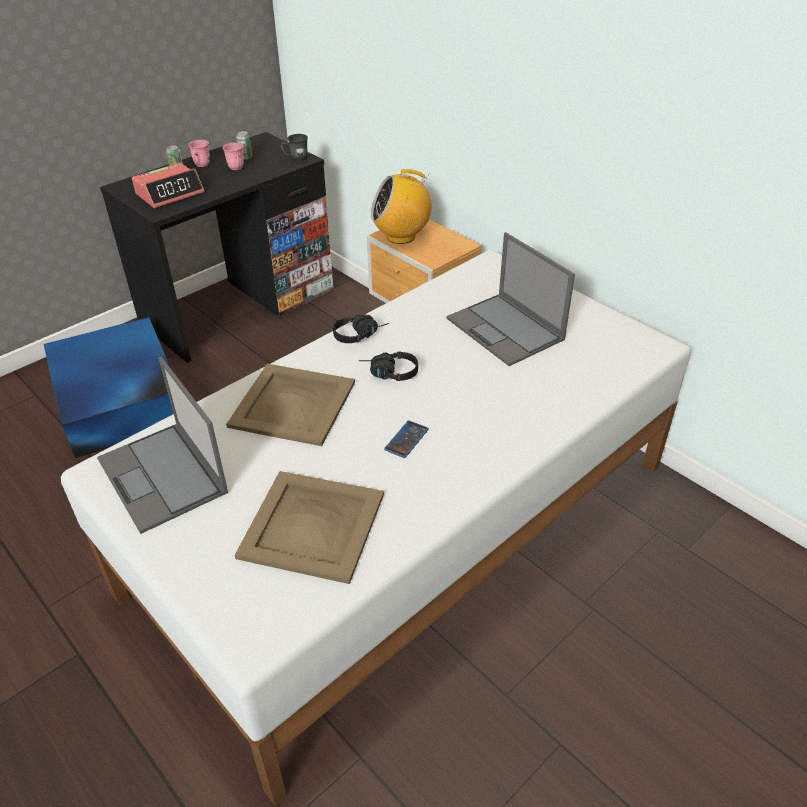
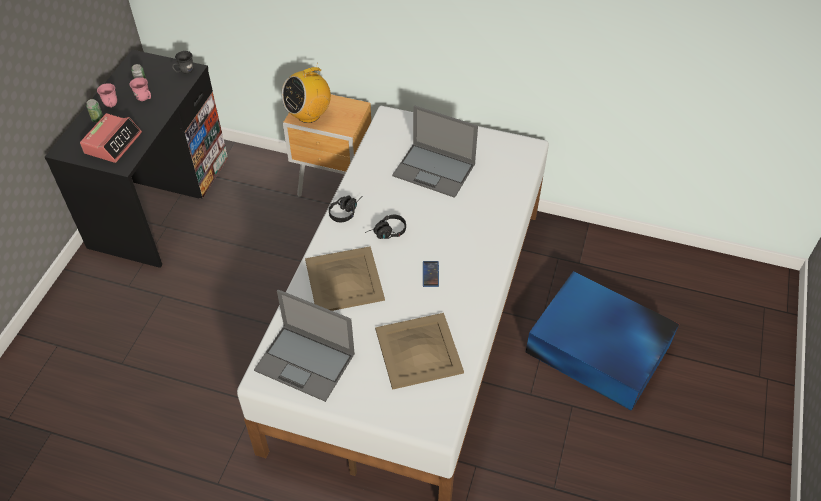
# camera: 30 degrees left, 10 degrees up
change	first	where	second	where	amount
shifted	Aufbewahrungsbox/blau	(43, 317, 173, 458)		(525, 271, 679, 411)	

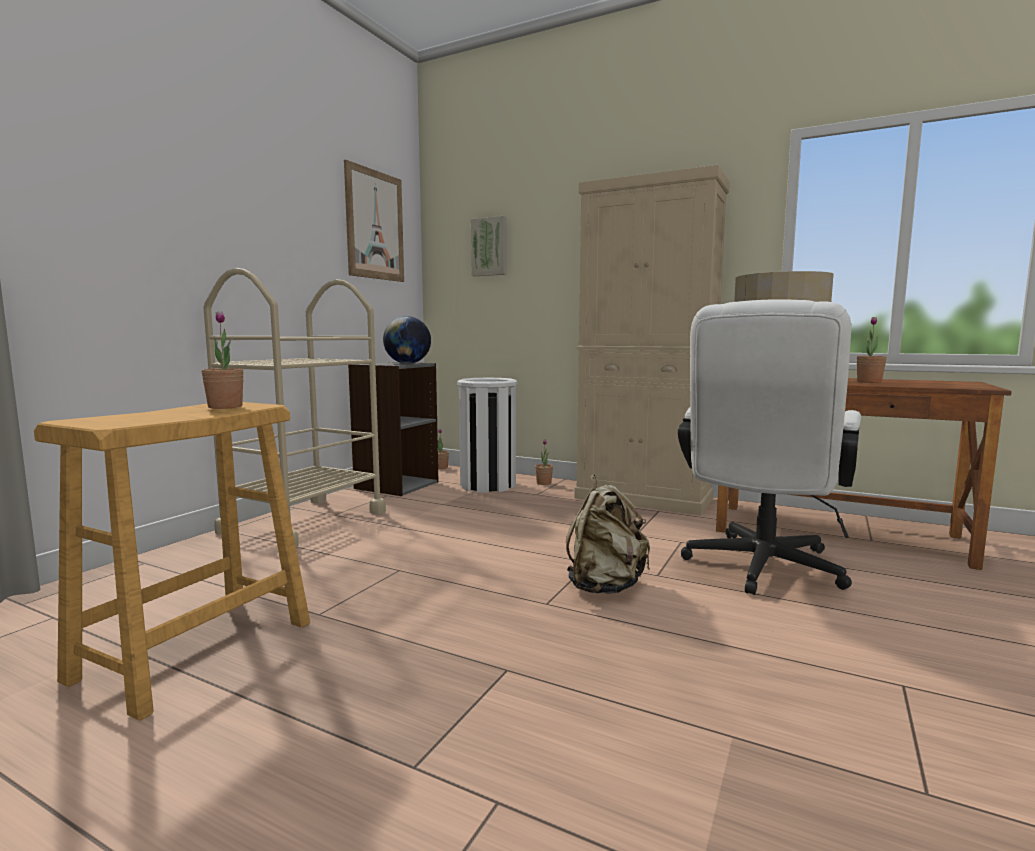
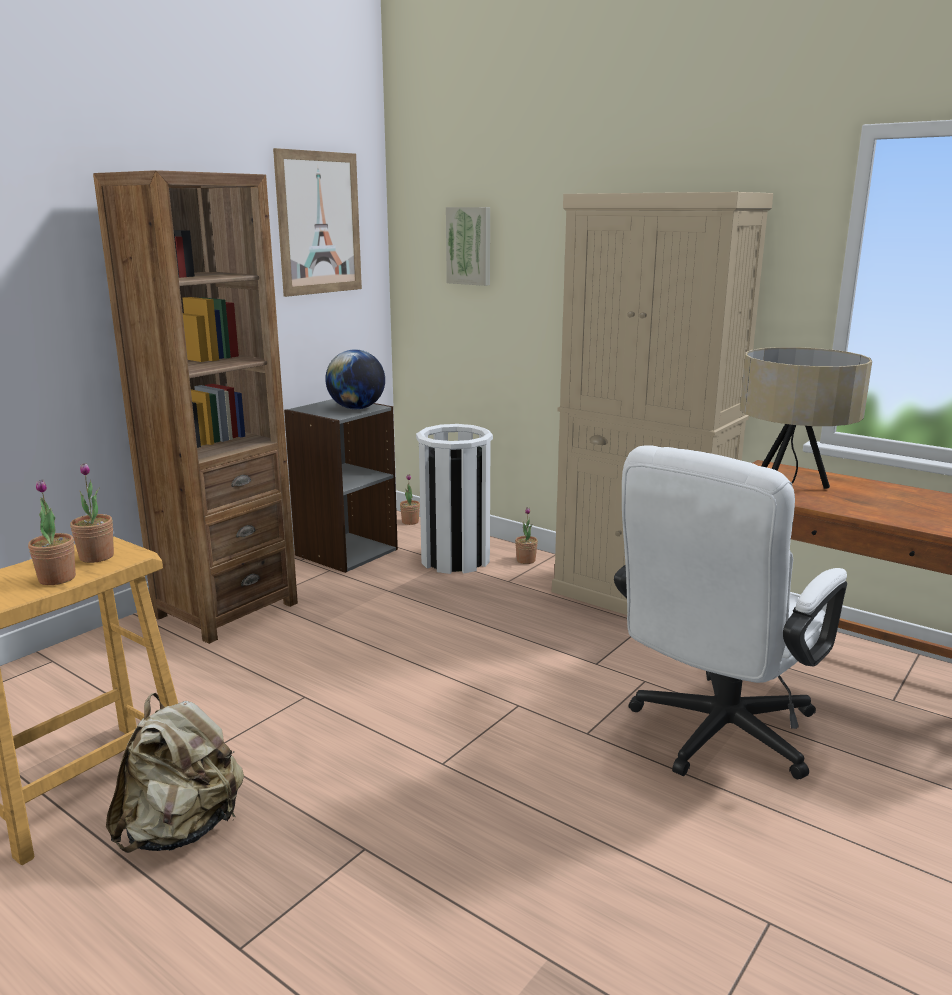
# camera: 10 degrees right, 10 degrees up
change	first	where	second	where	amount
swapped	Rollwagen/beige	(203, 268, 386, 547)	Bücherregal/braun	(93, 170, 298, 644)	
shifted	Rucksack/beige	(566, 474, 650, 594)		(106, 693, 244, 853)	
shifted	Topfpflanze	(857, 317, 887, 383)		(28, 479, 76, 585)	

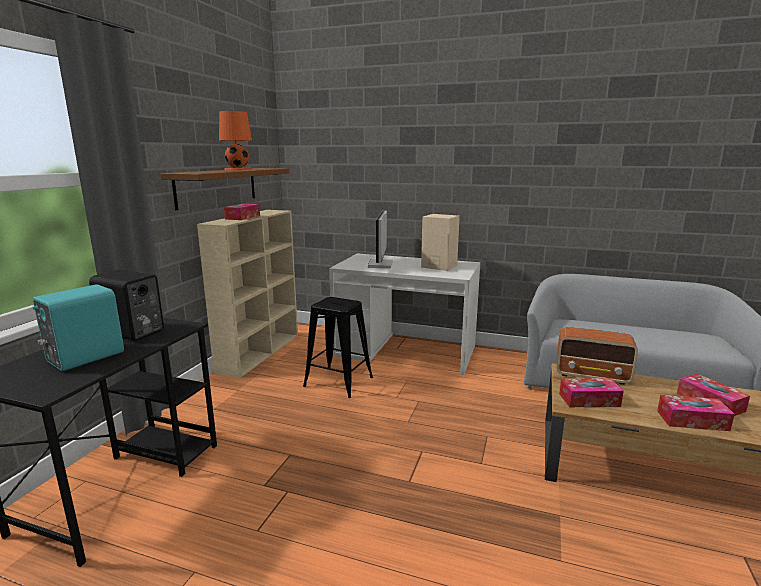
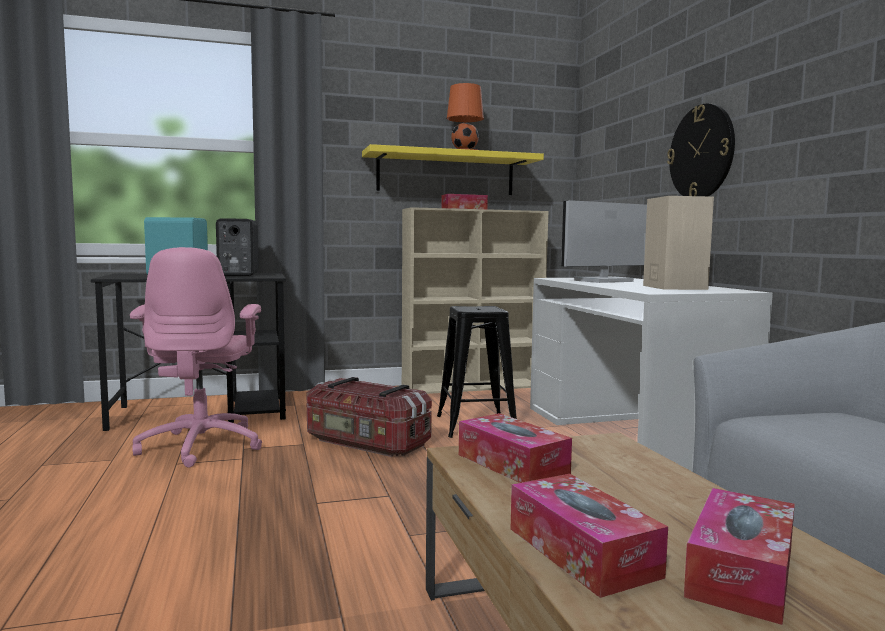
# camera: 55 degrees right, 10 degrees down
change	first	where	second	where	amount
repainted	Wandregal/braun	(161, 168, 289, 210)	Wandregal/gelb	(362, 144, 544, 195)	
gone	Radio	(557, 327, 638, 385)			
new			Bürostuhl/rosa	(130, 247, 262, 467)	
new			Aufbewahrungsbox	(307, 377, 432, 457)	
new			Wanduhr	(667, 104, 735, 196)	

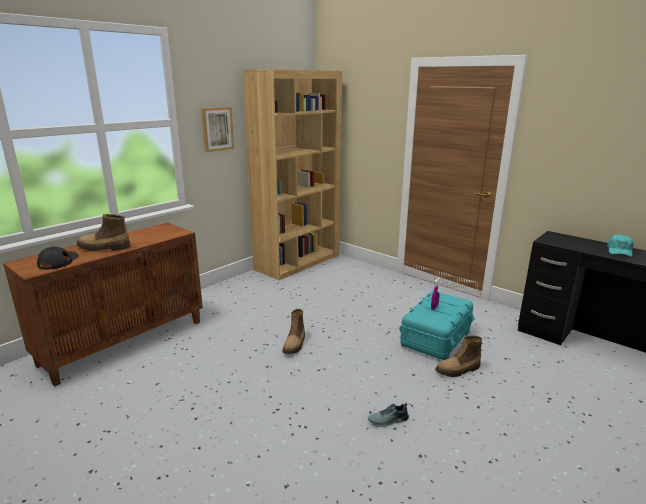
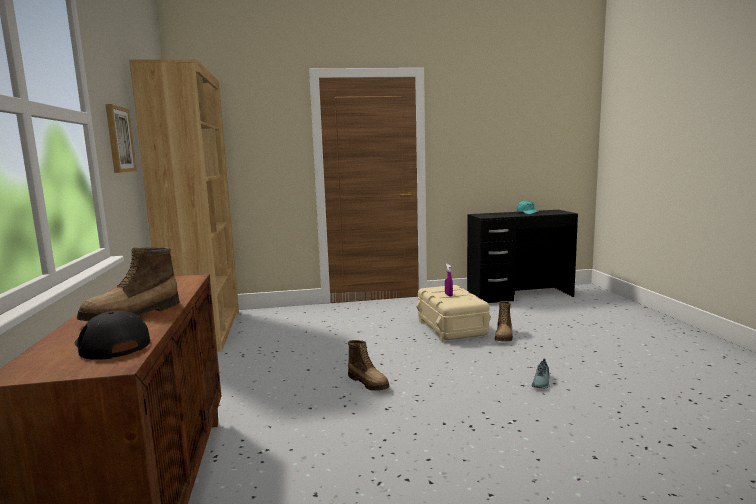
# camera: 50 degrees left, 10 degrees down
change	first	where	second	where	amount
repainted	Aufbewahrungsbox/türkis	(399, 291, 475, 361)	Aufbewahrungsbox/beige	(416, 285, 491, 342)	

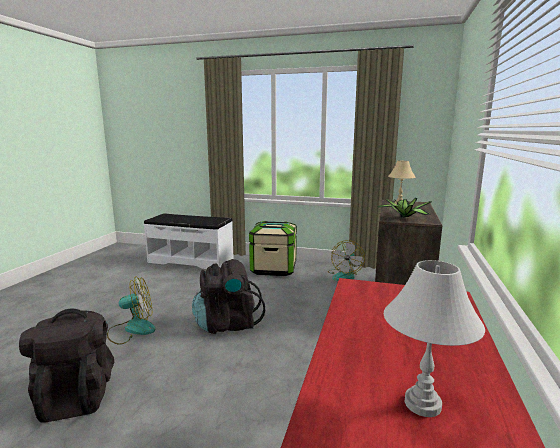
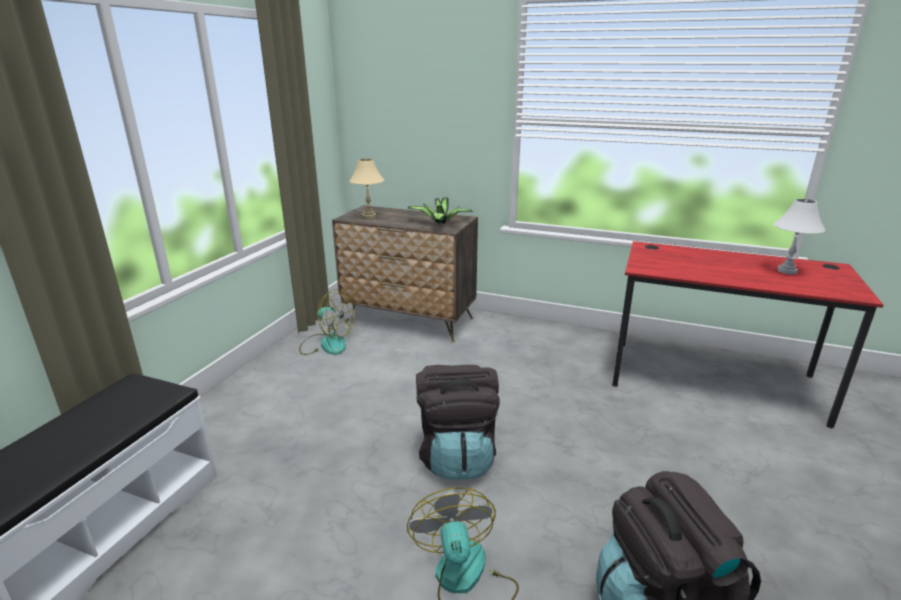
# camera: 85 degrees left, 10 degrees up
change	first	where	second	where	amount
gone	Aufbewahrungsbox	(249, 221, 297, 276)			

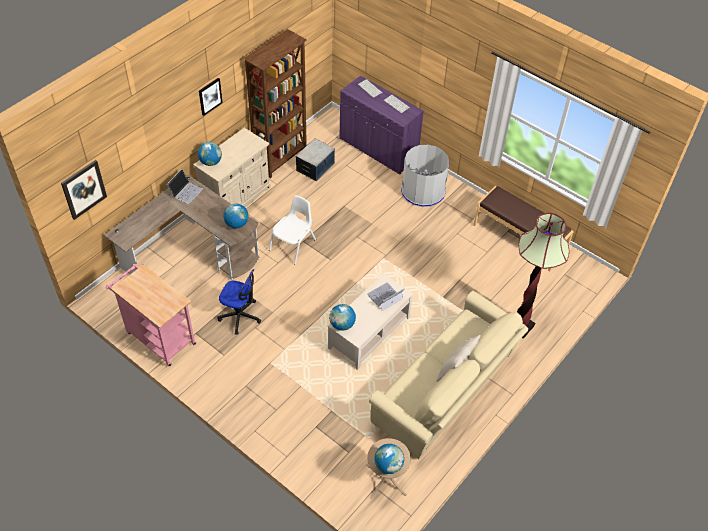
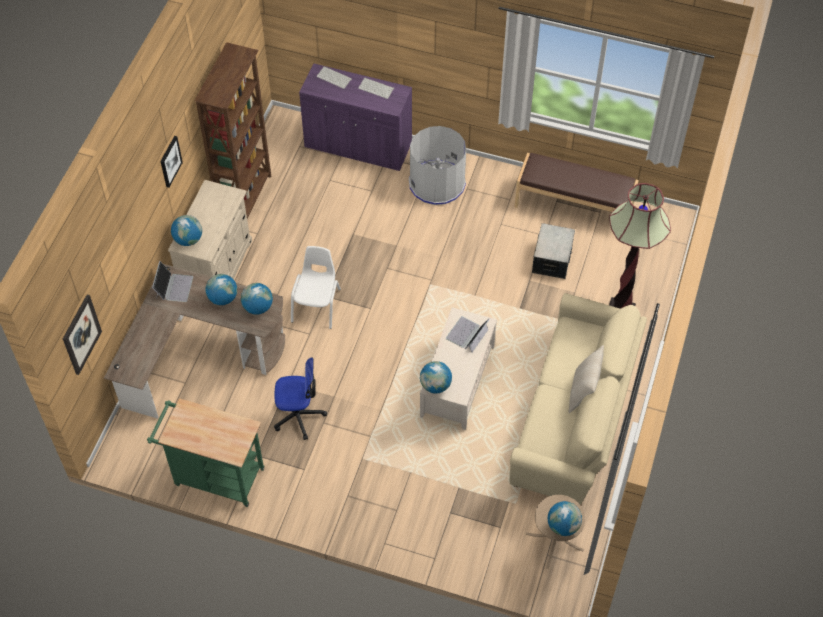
# camera: 20 degrees left, 5 degrees up
change	first	where	second	where	amount
repainted	Rollwagen/rosa	(106, 264, 196, 367)	Rollwagen/grün	(147, 398, 264, 507)	
shifted	Aufbewahrungsbox	(296, 138, 335, 181)		(532, 223, 575, 279)	
new			Globus	(205, 274, 237, 305)	

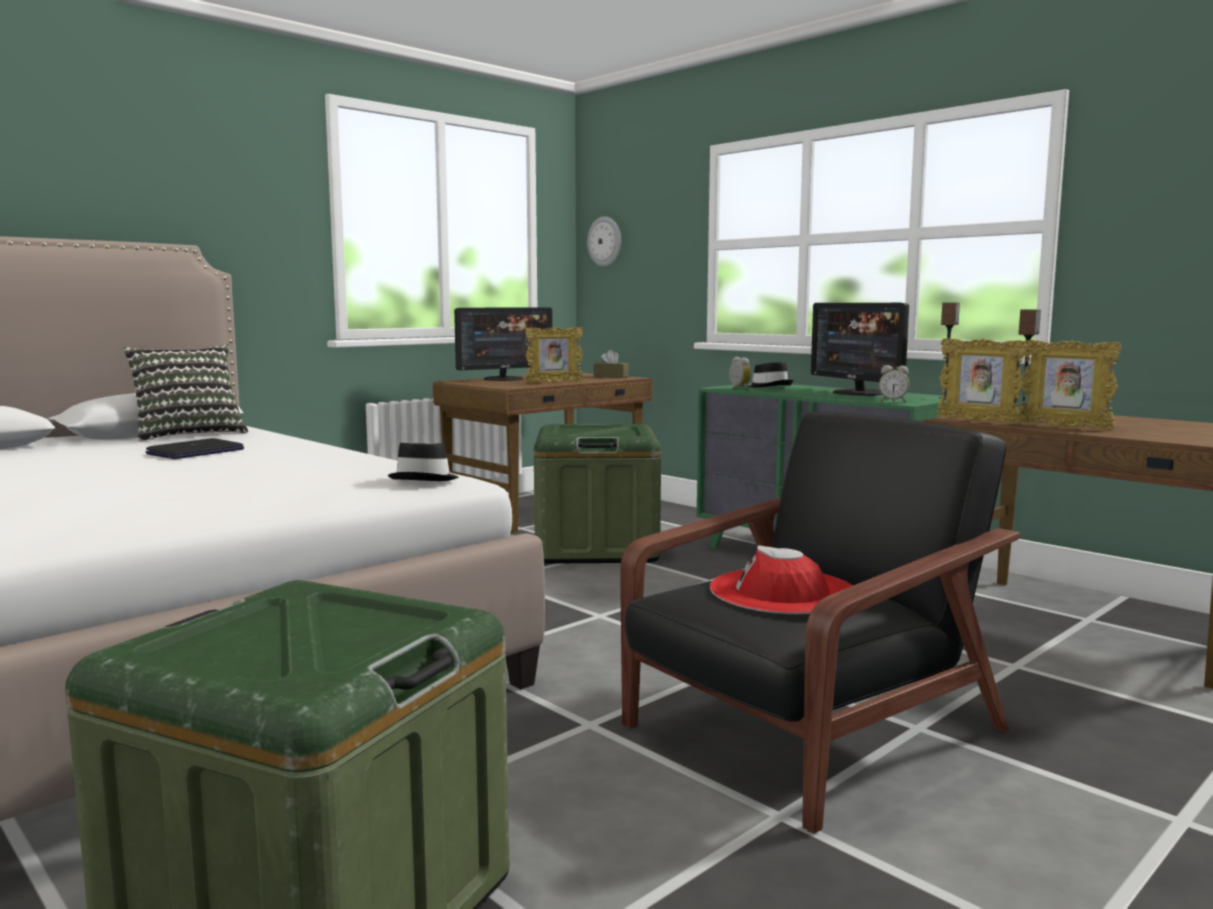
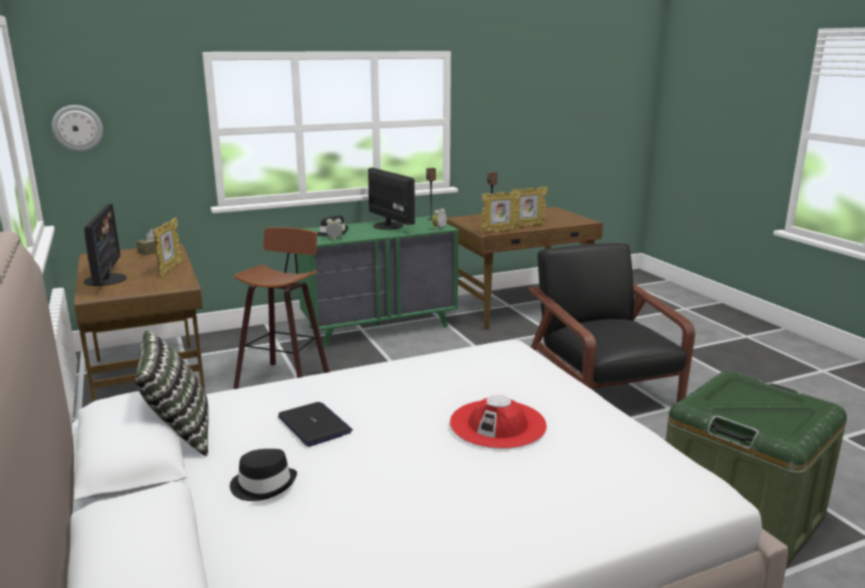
# camera: 70 degrees left, 10 degrees up
change	first	where	second	where	amount
shifted	Hut/schwarz	(388, 443, 459, 481)		(230, 449, 297, 501)	
swapped	Aufbewahrungsbox/grün	(534, 424, 661, 564)	Hocker	(233, 227, 330, 389)	
shifted	Hut/rot	(710, 545, 853, 614)		(450, 395, 547, 449)	
rotated	Monitor	(811, 303, 909, 395)		(368, 168, 415, 230)	120 degrees counterclockwise

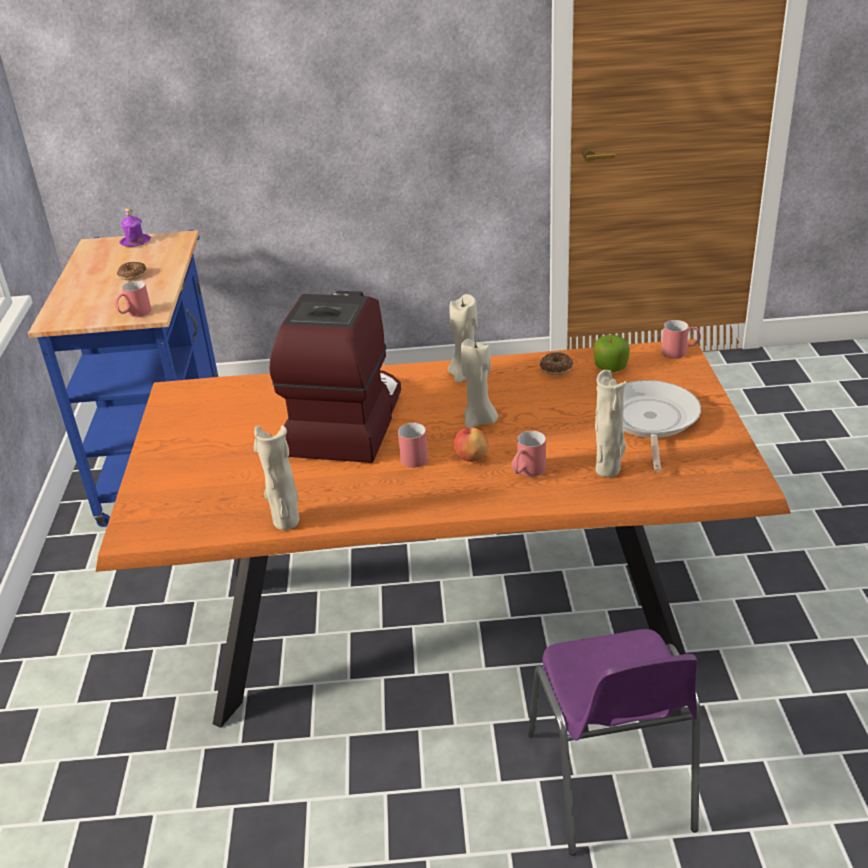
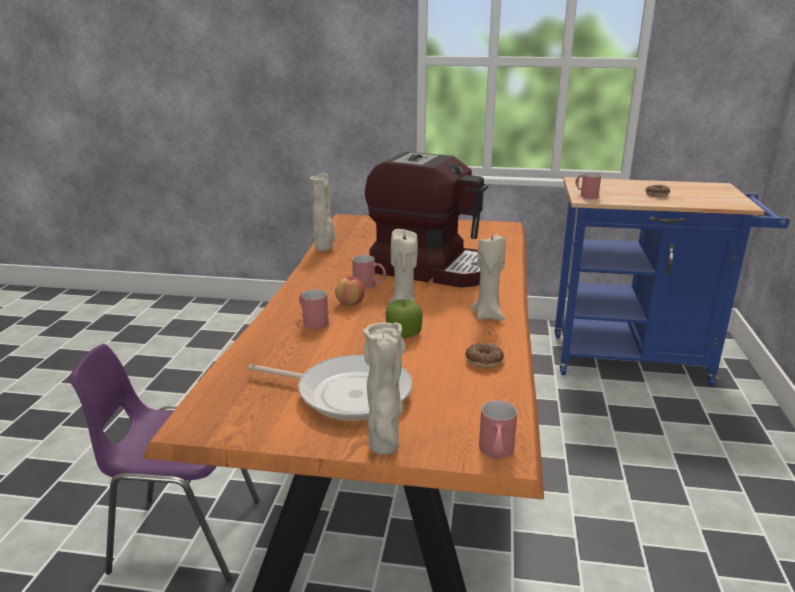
# camera: 100 degrees right, 10 degrees down
change	first	where	second	where	amount
gone	Henkelbecher/lila	(120, 208, 151, 247)			
shifted	Apfel	(593, 335, 630, 372)		(386, 300, 423, 338)	
shifted	Vase/beige	(595, 370, 627, 477)		(363, 322, 406, 455)	

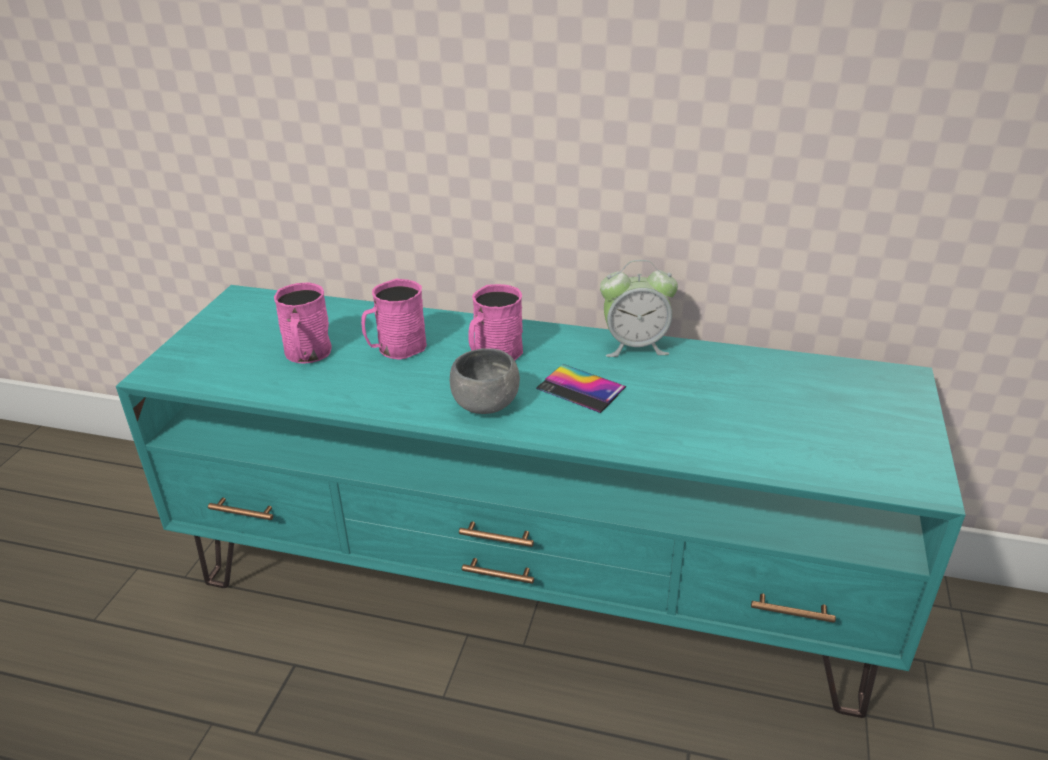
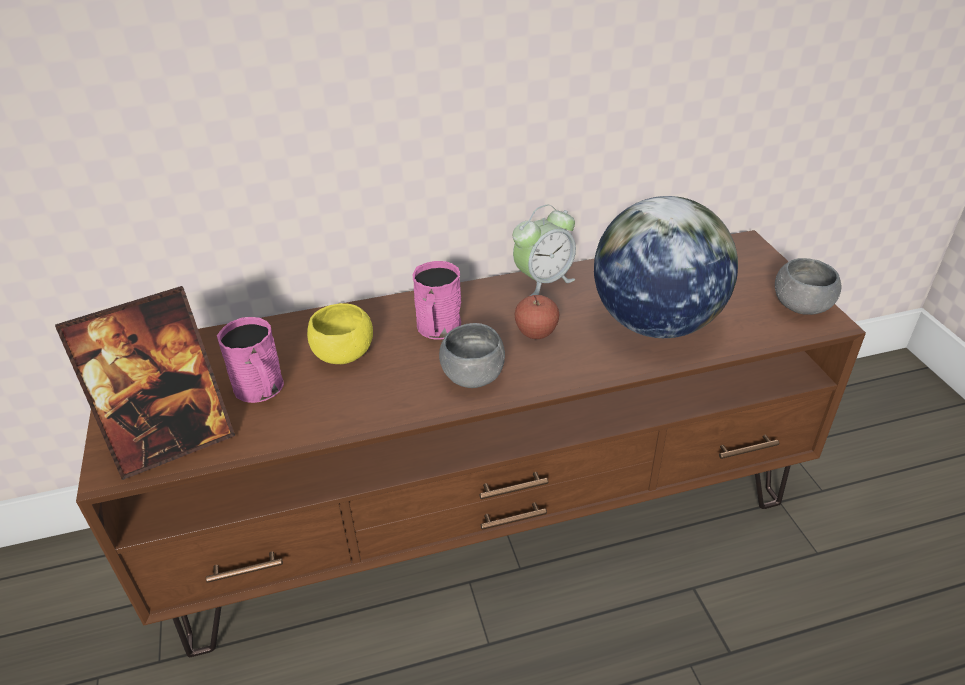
# camera: 30 degrees left, 5 degrees up
change	first	where	second	where	amount
repainted	Fernsehschrank/türkis	(116, 285, 965, 718)	Fernsehschrank/braun	(76, 230, 866, 657)	
swapped	Henkelbecher/rosa	(361, 278, 427, 360)	Schüssel/gelb	(307, 303, 373, 364)	
swapped	Handy	(536, 364, 626, 413)	Apfel	(514, 295, 559, 339)	
new			Bilderrahmen	(55, 286, 235, 480)	
new			Globus	(594, 196, 738, 338)	
new			Schüssel/grau	(775, 258, 841, 315)	

